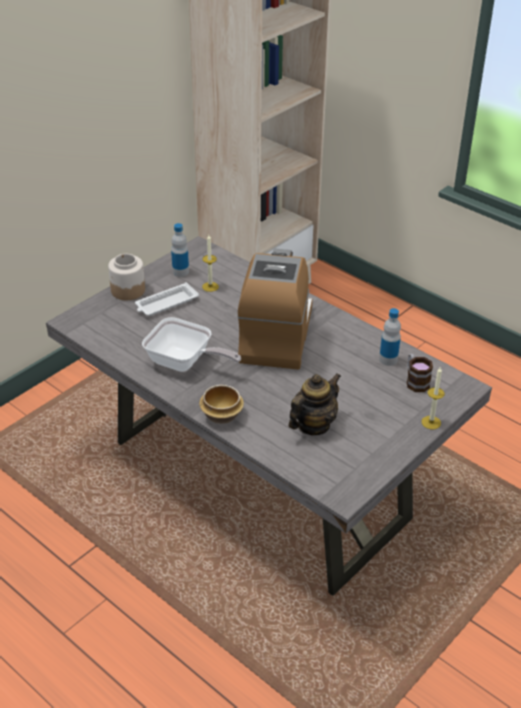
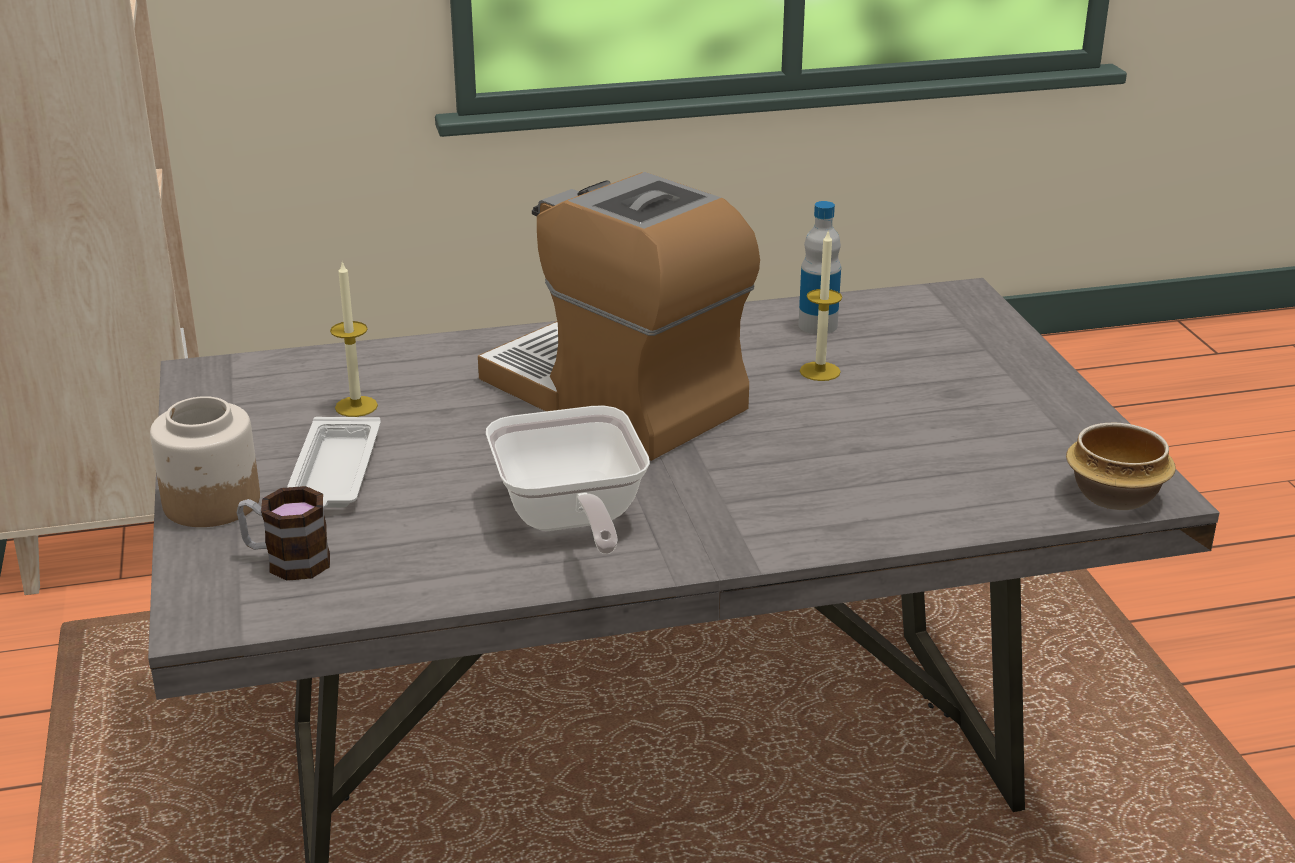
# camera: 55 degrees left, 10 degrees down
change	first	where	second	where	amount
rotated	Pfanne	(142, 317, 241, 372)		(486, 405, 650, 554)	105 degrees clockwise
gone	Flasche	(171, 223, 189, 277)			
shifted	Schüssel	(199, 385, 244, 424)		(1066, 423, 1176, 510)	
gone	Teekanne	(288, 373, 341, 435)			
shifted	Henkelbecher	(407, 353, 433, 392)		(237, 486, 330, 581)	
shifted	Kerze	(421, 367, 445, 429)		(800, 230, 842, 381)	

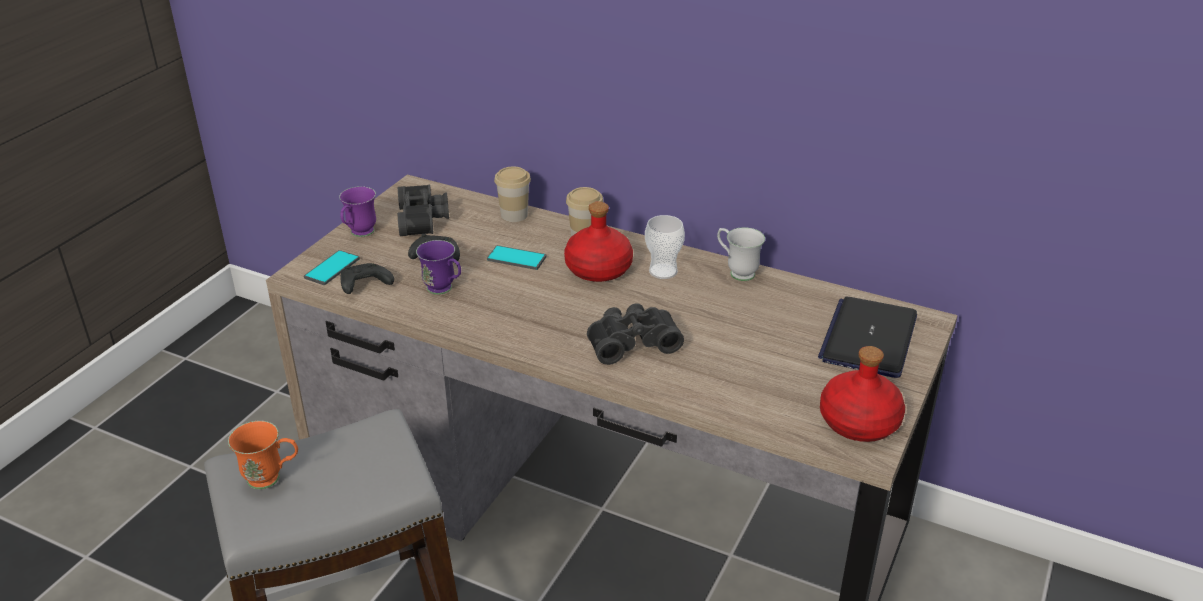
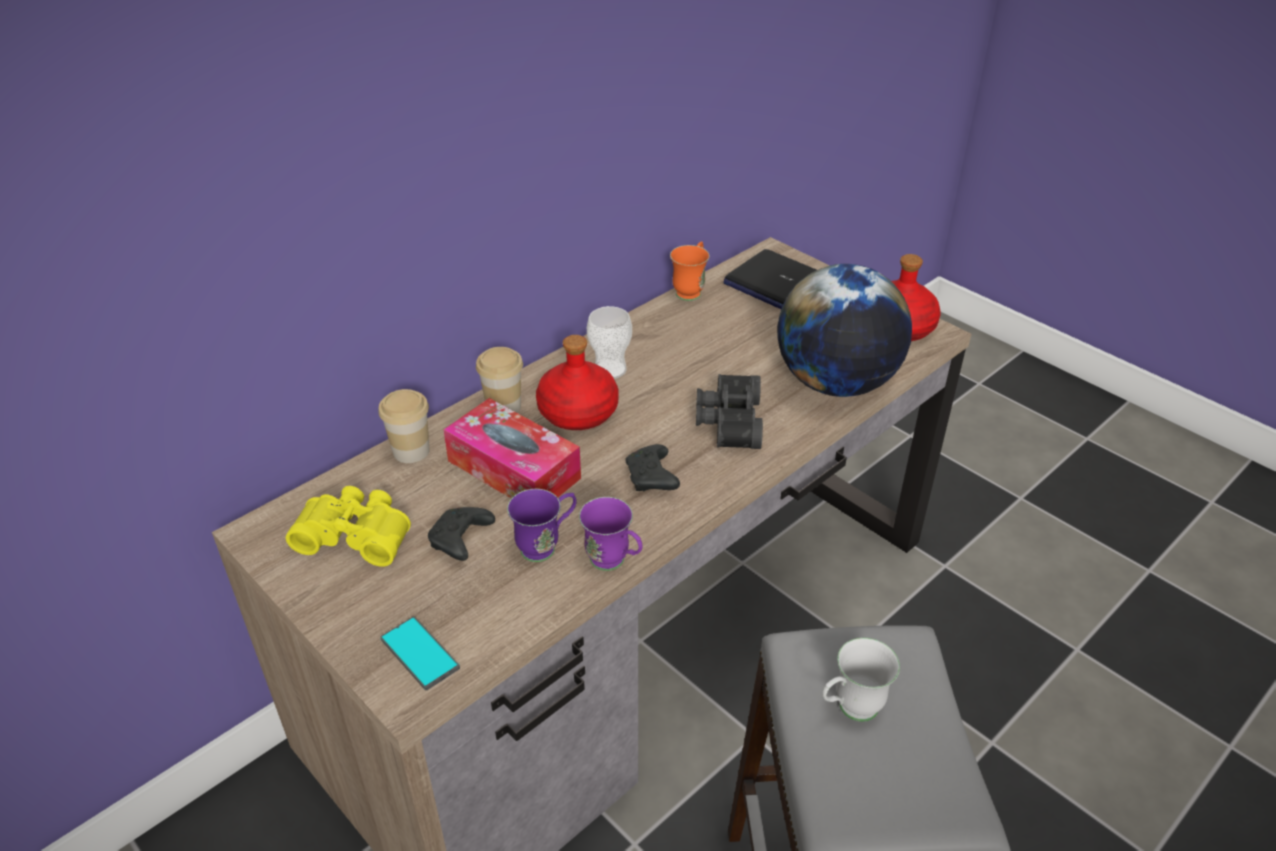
# camera: 70 degrees left, 5 degrees up
change	first	where	second	where	amount
shifted	Henkelbecher/orange	(228, 421, 298, 489)		(670, 242, 709, 301)	
shifted	Henkelbecher/lila	(339, 186, 376, 237)		(579, 497, 642, 571)	
shifted	Gamepad/schwarz	(341, 263, 394, 294)		(625, 444, 680, 491)	
repainted	Fernglas/schwarz	(398, 184, 449, 236)	Fernglas/gelb	(286, 486, 411, 567)	
swapped	Handy	(487, 245, 546, 270)	Taschentuchbox	(443, 398, 581, 498)	
shifted	Henkelbecher/weiß	(717, 227, 765, 281)		(822, 638, 900, 722)	
new			Globus	(777, 264, 912, 397)	

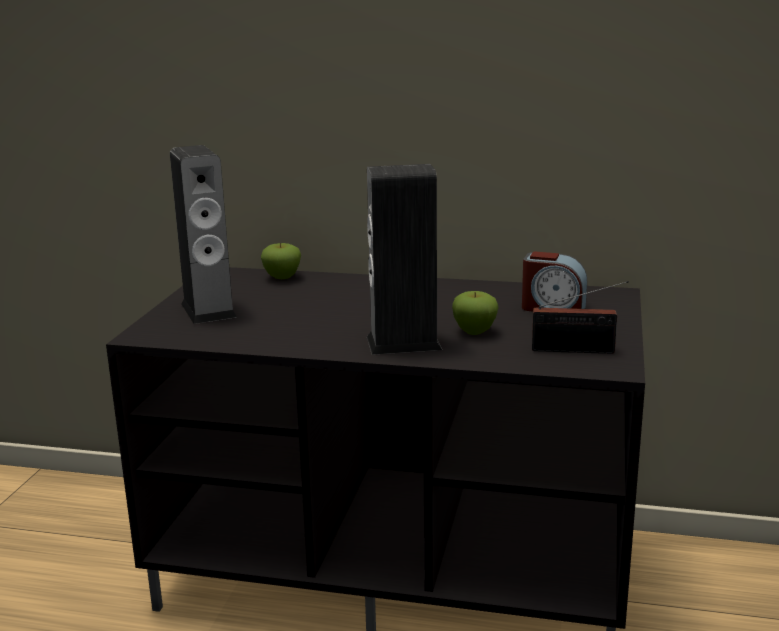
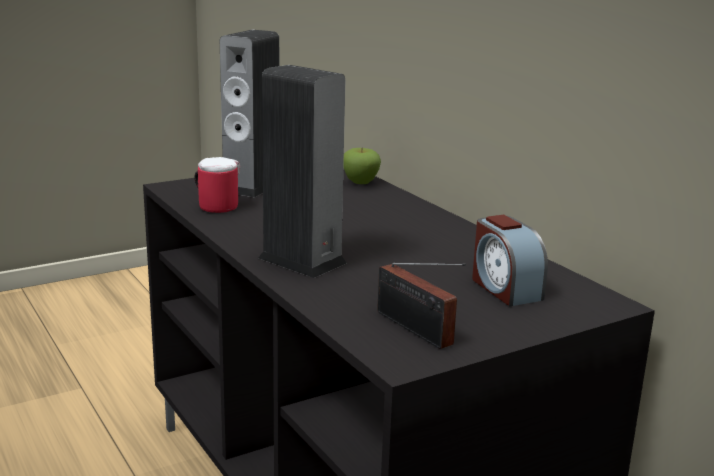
# camera: 45 degrees right, 0 degrees up
change	first	where	second	where	amount
gone	Apfel	(452, 291, 499, 335)			
new			Henkelbecher	(195, 157, 240, 213)	

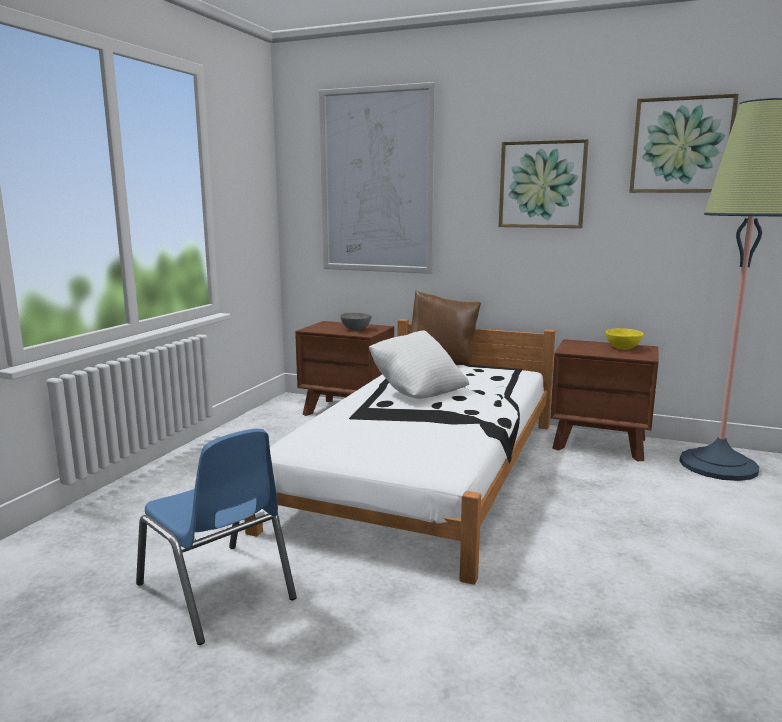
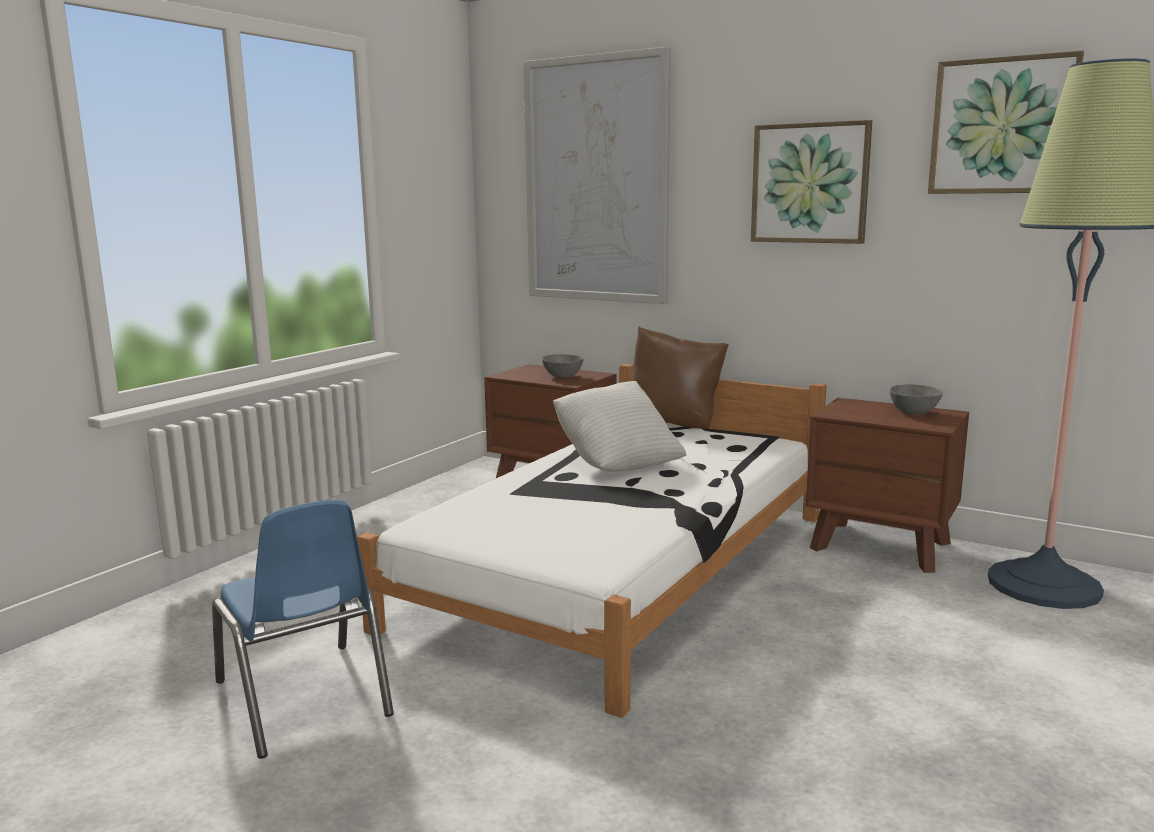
# camera: 10 degrees right, 0 degrees up
change	first	where	second	where	amount
repainted	Schüssel/gelb	(606, 328, 644, 350)	Schüssel/grau	(890, 384, 943, 415)	

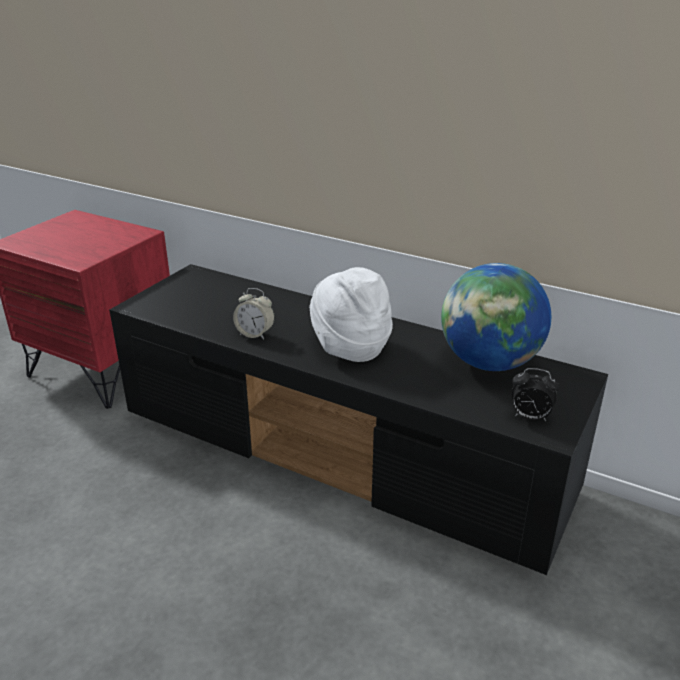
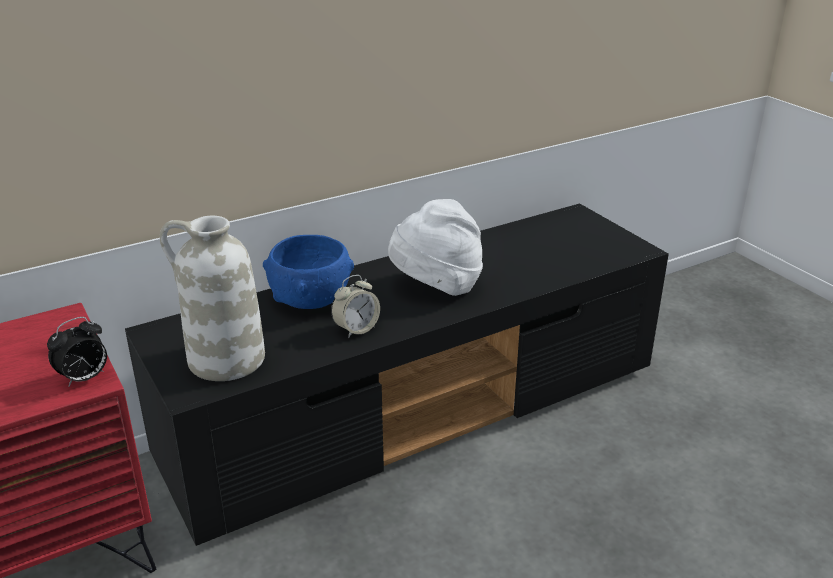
# camera: 60 degrees left, 0 degrees up
change	first	where	second	where	amount
gone	Globus	(441, 263, 551, 371)			
shifted	Wecker	(512, 368, 559, 421)		(47, 317, 107, 386)	
new			Vase/weiß	(160, 216, 265, 381)	
new			Schüssel/blau	(263, 235, 354, 309)	

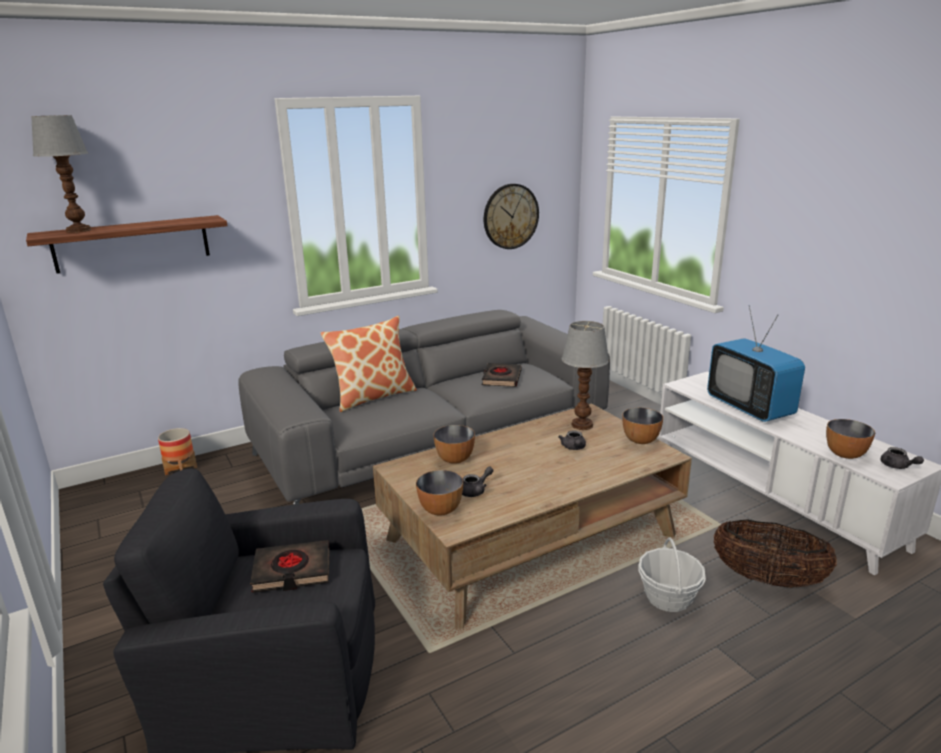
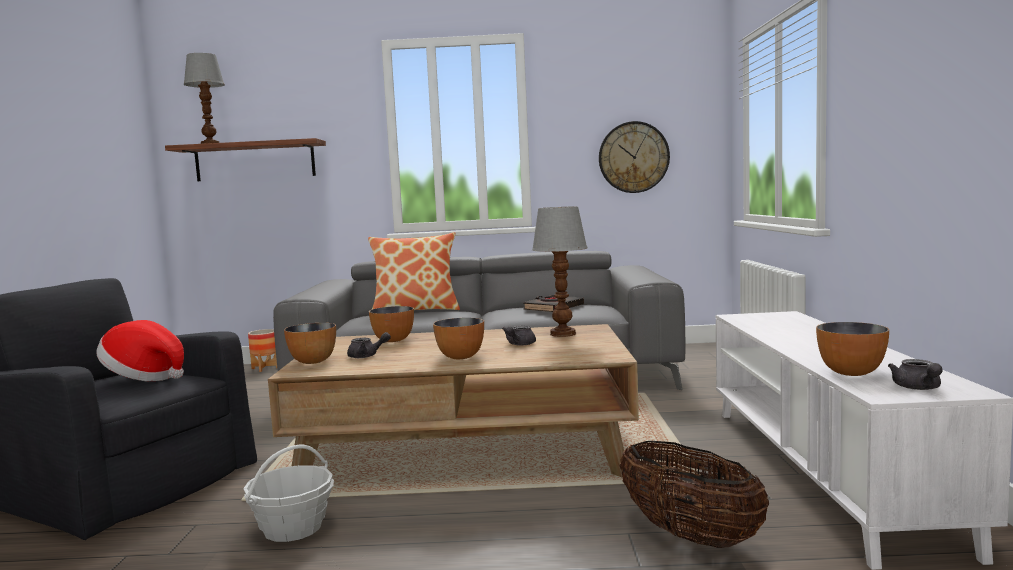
# camera: 30 degrees right, 15 degrees down
change	first	where	second	where	amount
swapped	Buch/schwarz	(250, 540, 330, 593)	Hut	(96, 320, 184, 381)	
shifted	Schüssel	(622, 408, 663, 444)		(433, 318, 484, 359)	
shifted	Korb	(639, 537, 706, 612)		(243, 445, 334, 542)	
gone	Fernseher	(707, 305, 805, 422)			

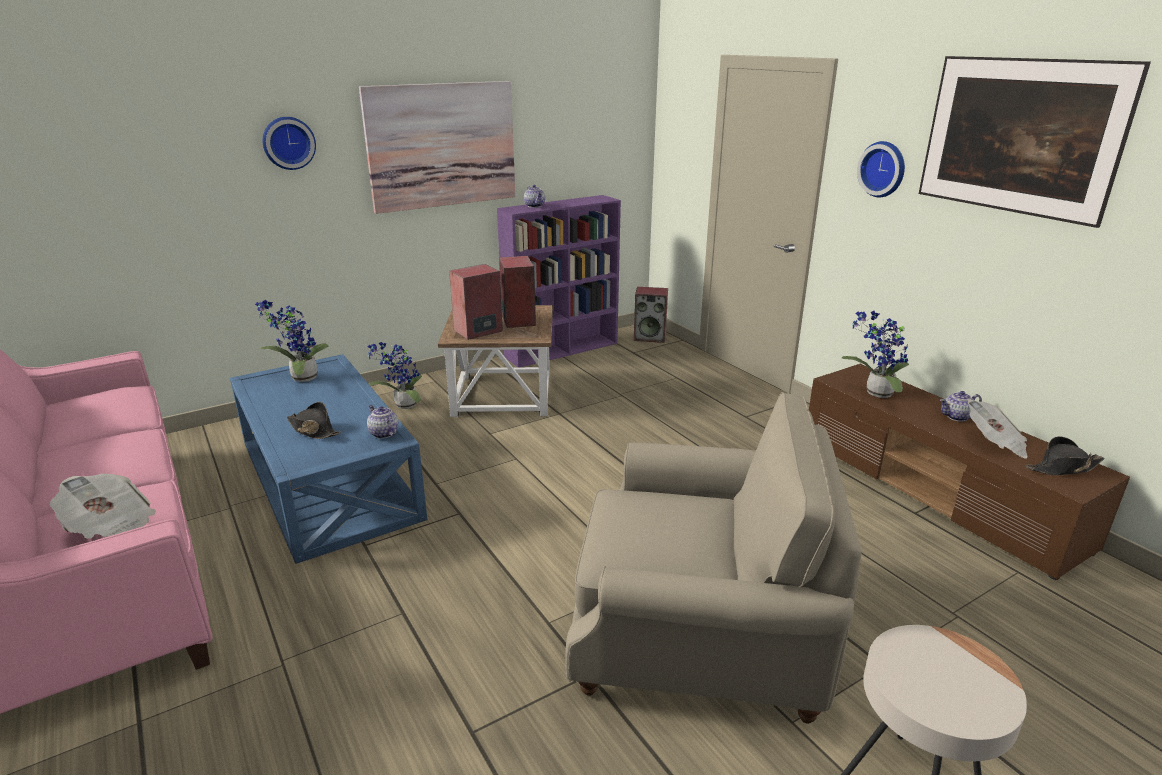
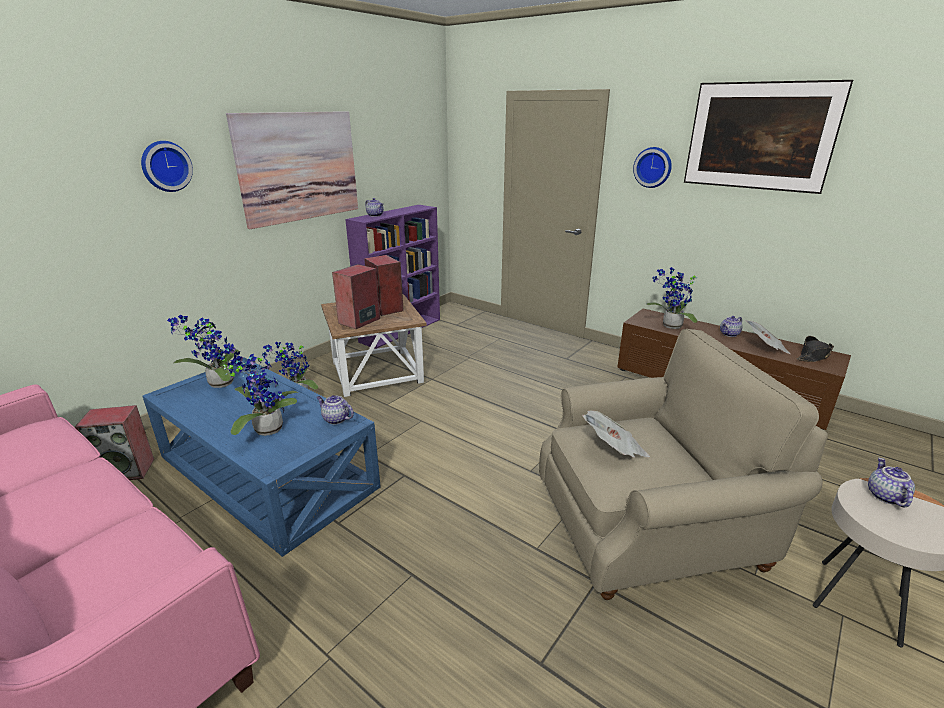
# camera: 20 degrees left, 0 degrees up
change	first	where	second	where	amount
shifted	Zeitung	(50, 474, 156, 539)		(582, 410, 650, 458)	
swapped	Hut/schwarz	(287, 402, 341, 439)	Topfpflanze	(222, 343, 298, 436)	
shifted	Lautsprecher	(634, 287, 668, 343)		(75, 405, 154, 480)	
new			Teekanne	(868, 458, 915, 507)	

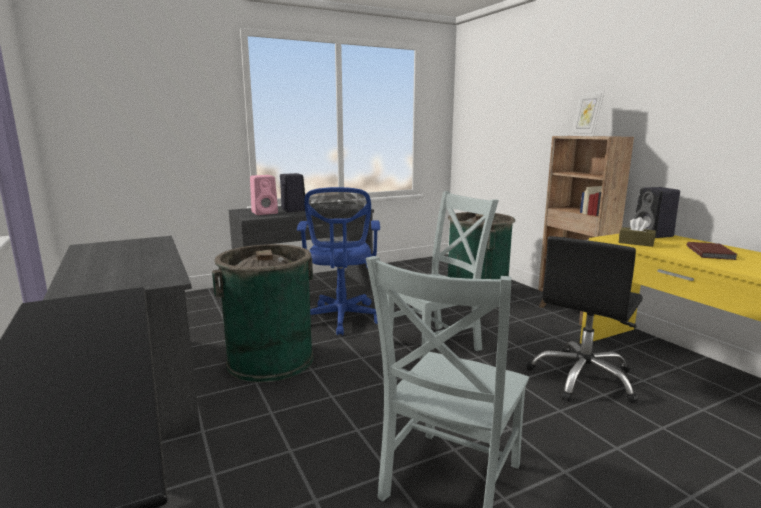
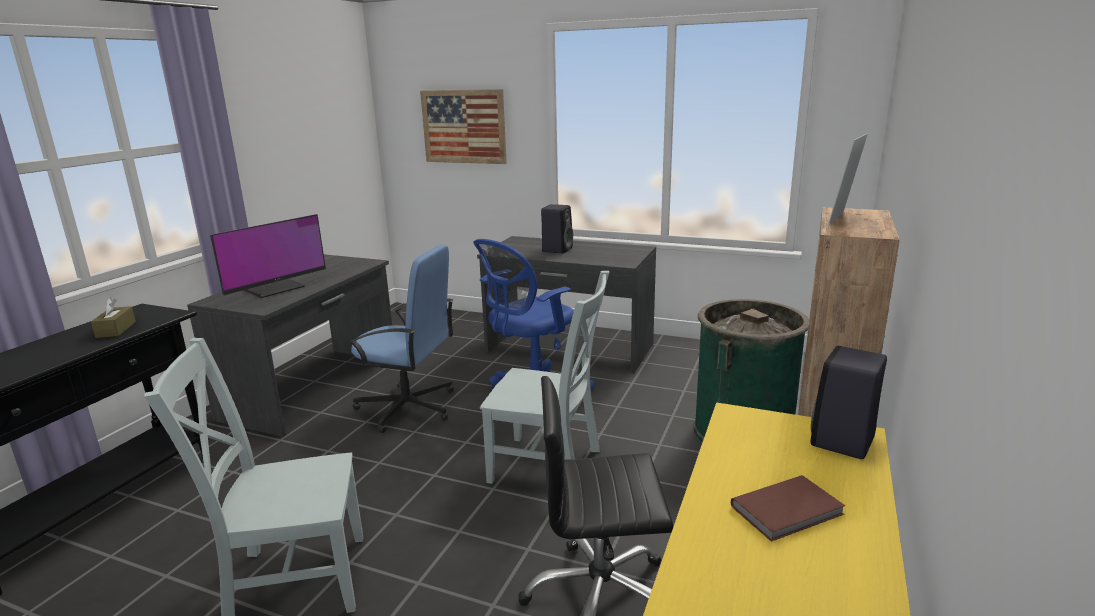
# camera: 50 degrees right, 5 degrees up
change	first	where	second	where	amount
swapped	Mülleimer/grün	(212, 244, 314, 382)	Bürostuhl/blau	(349, 245, 454, 433)	
gone	Lautsprecher/rosa	(250, 175, 278, 215)			
shifted	Taschentuchbox/braun	(618, 217, 656, 247)		(91, 297, 136, 338)	
new			Monitor	(210, 214, 326, 298)	
new			Bild	(420, 89, 507, 164)	

